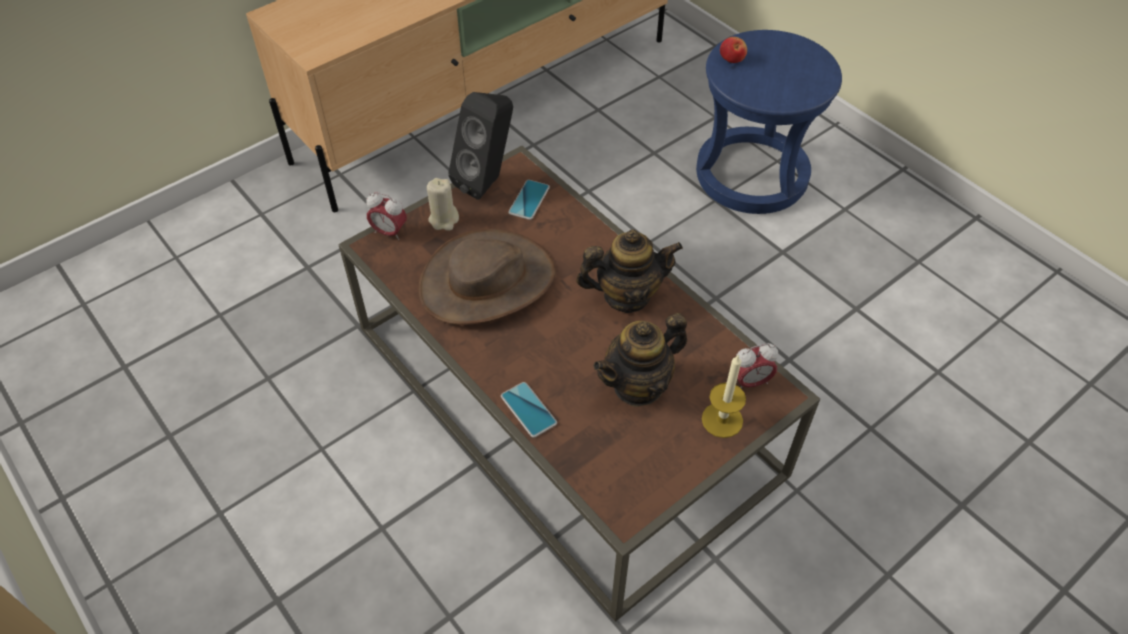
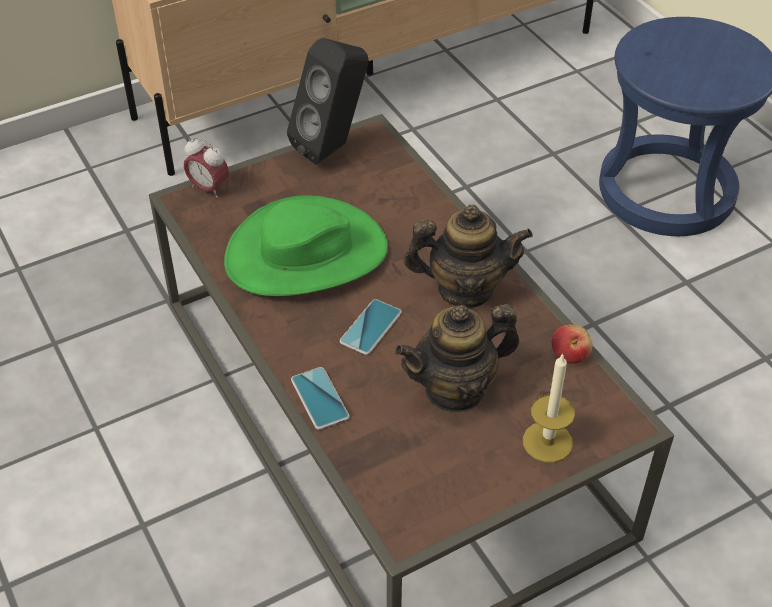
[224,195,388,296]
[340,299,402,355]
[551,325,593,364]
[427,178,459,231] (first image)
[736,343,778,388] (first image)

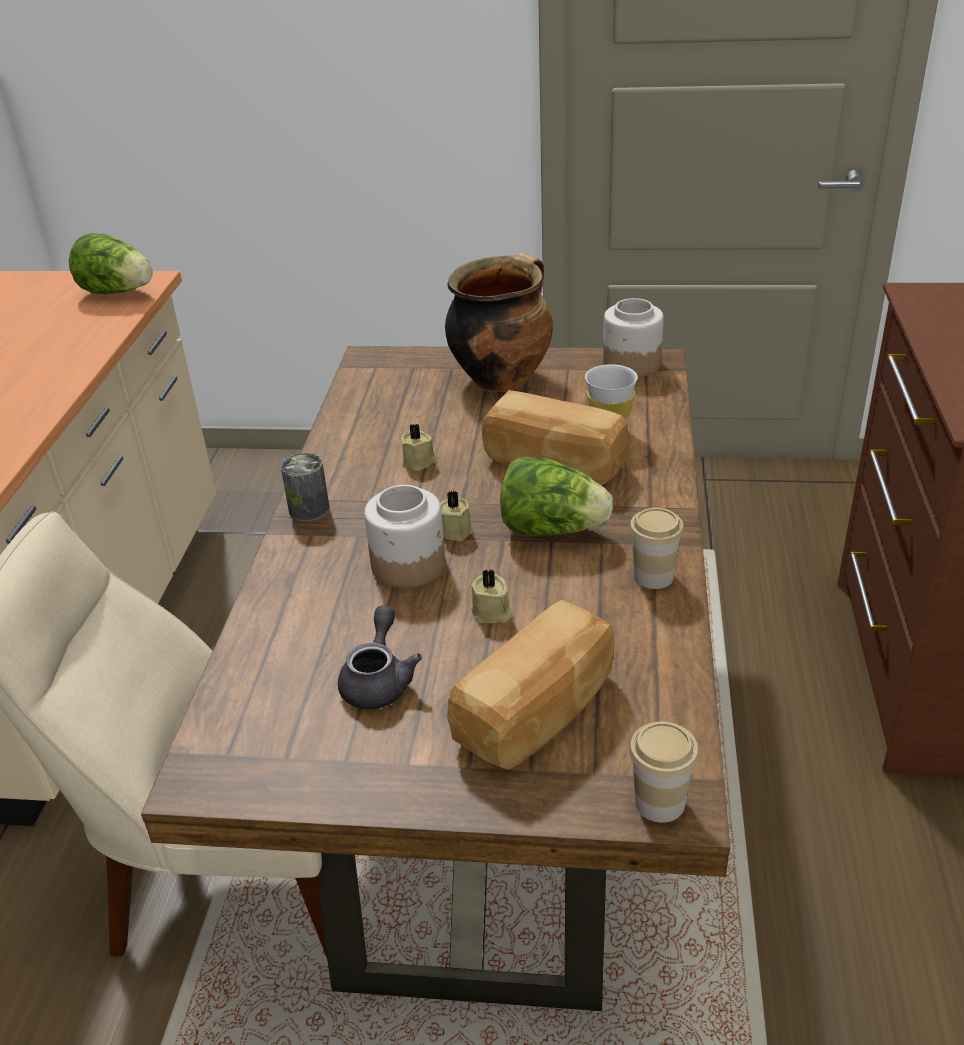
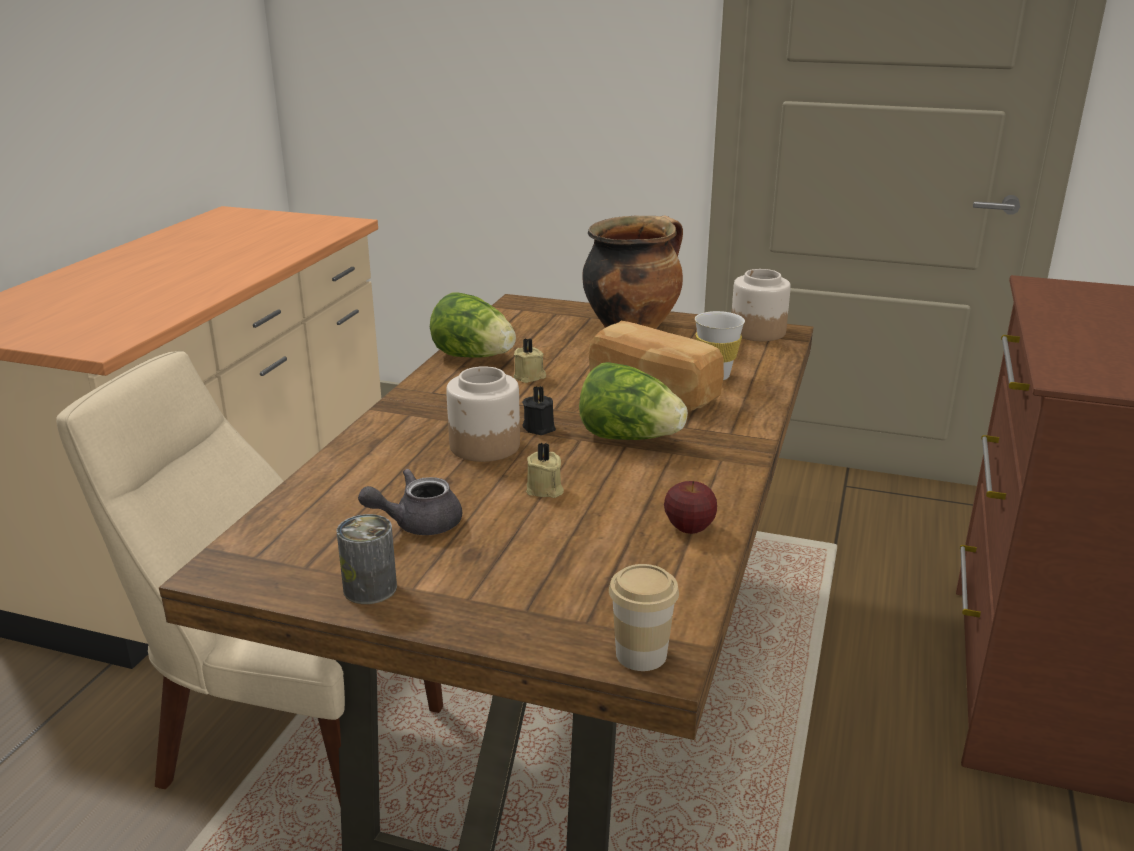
[337,514,397,604]
[358,469,462,535]
[430,293,516,358]
[522,386,556,435]
[664,481,717,534]
[447,600,615,769] (first image)
[629,508,684,589] (first image)

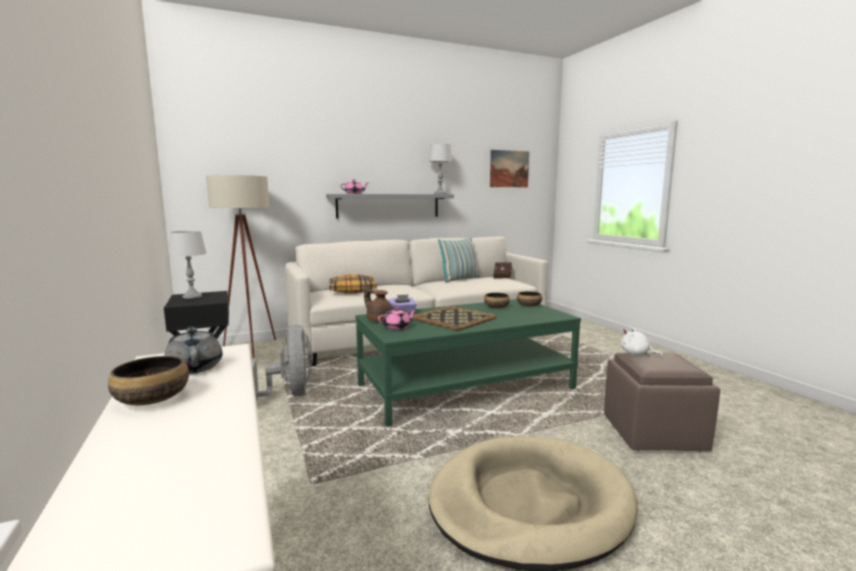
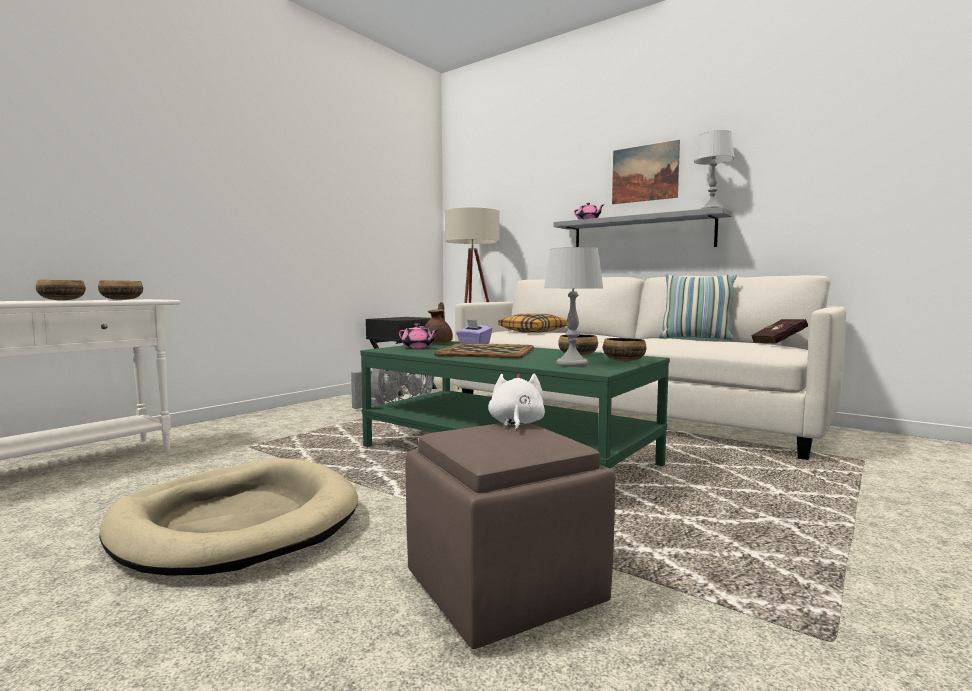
[98,281,143,300]
[544,247,603,367]
[612,140,680,204]

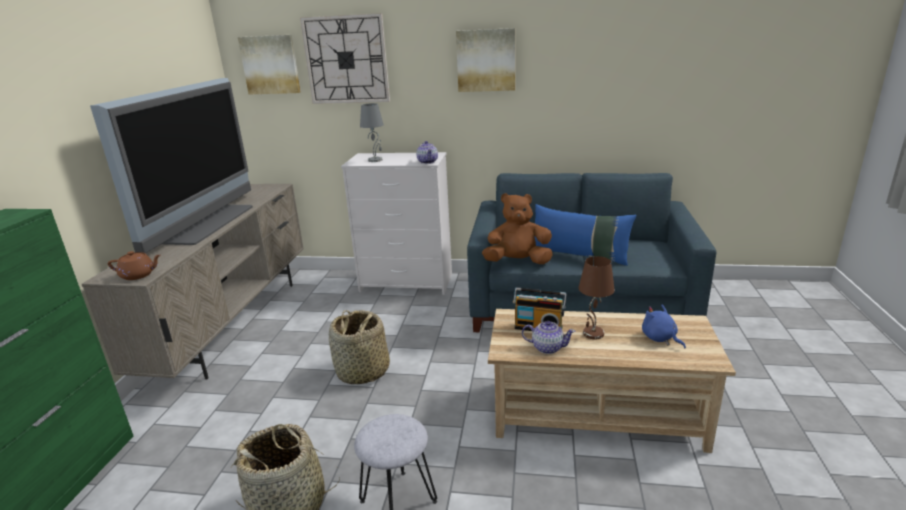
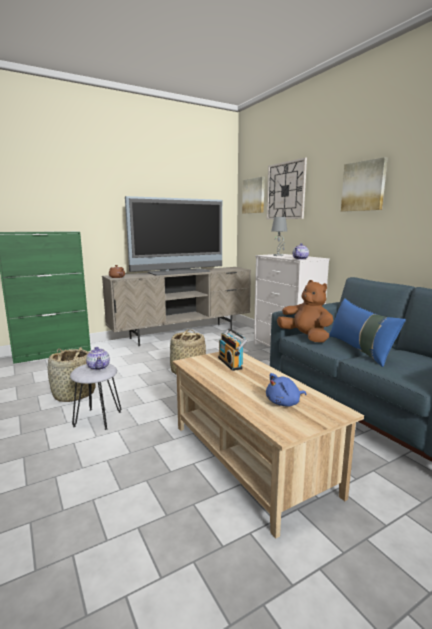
[86,347,110,370]
[266,373,306,407]
[578,256,615,339] (first image)

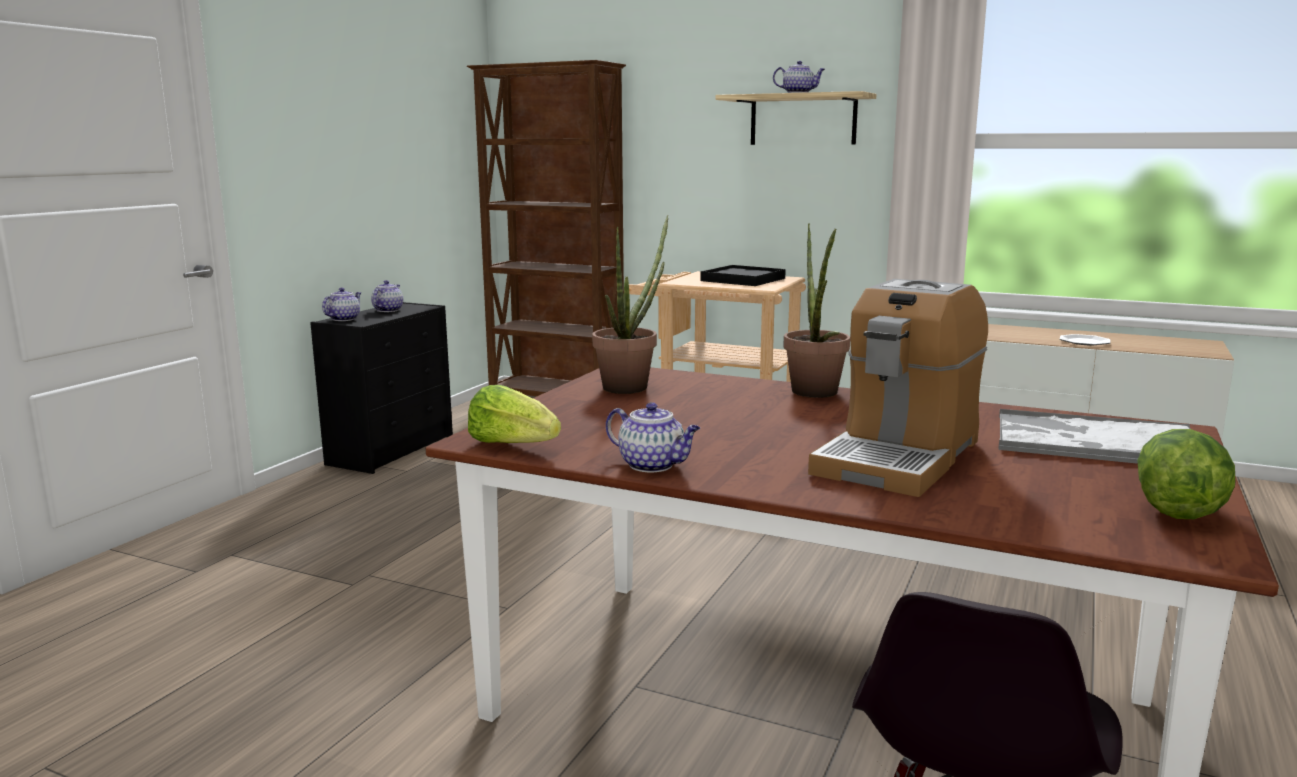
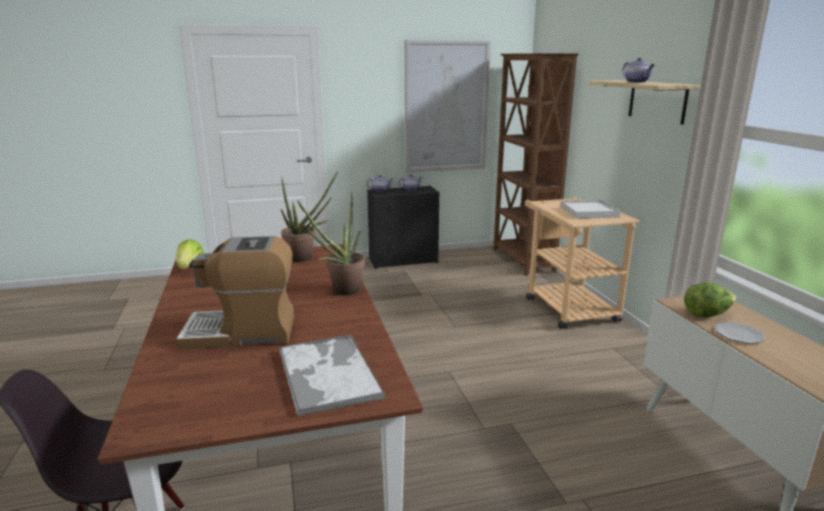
[405,40,491,172]
[561,200,620,219]
[684,282,737,318]
[606,402,700,473] (first image)

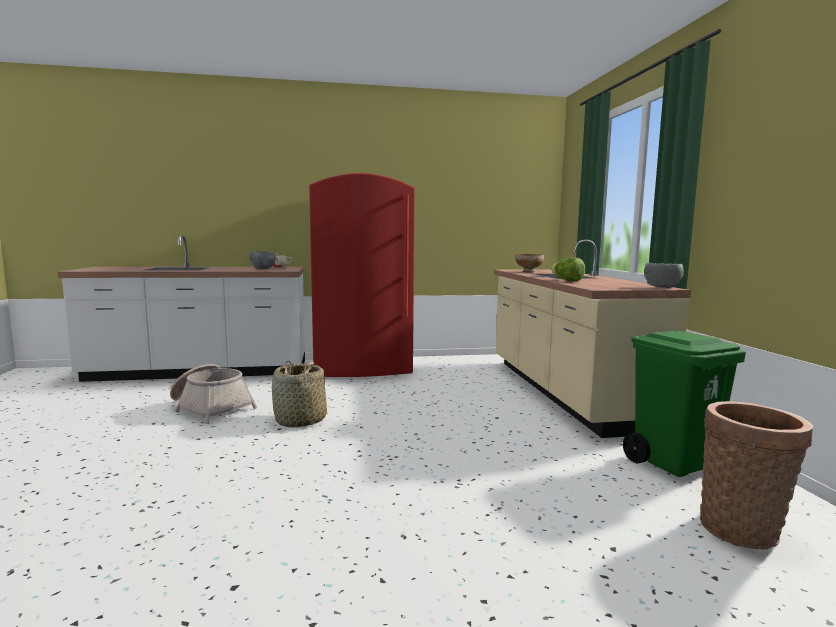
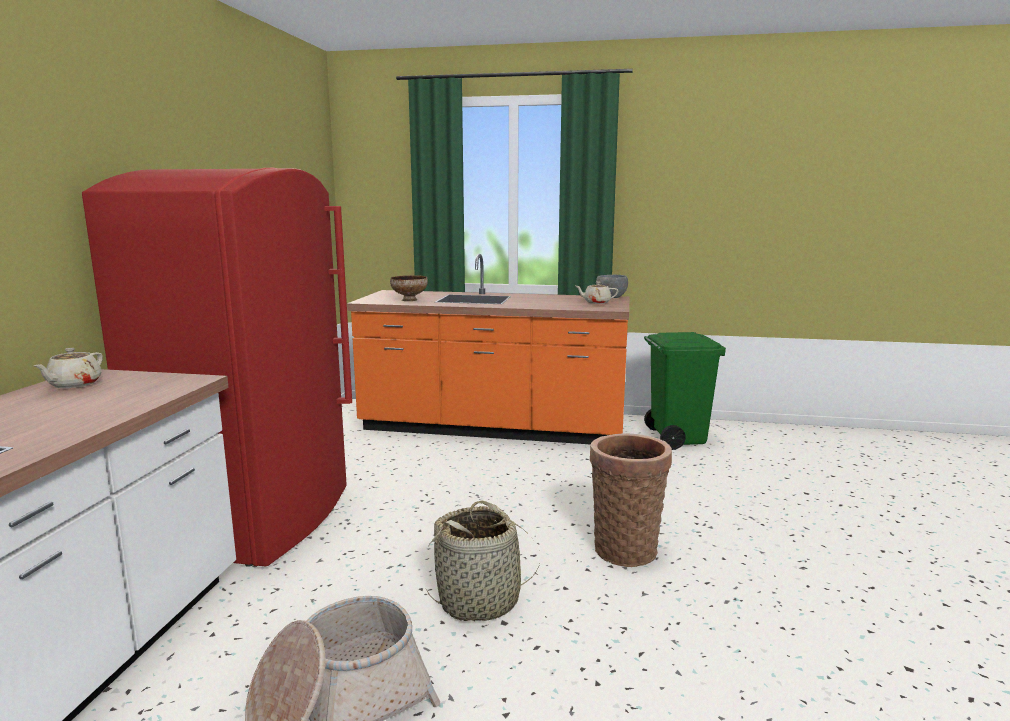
[347,254,630,444]
[576,282,618,304]
[590,434,672,567]
[249,251,276,270] (first image)
[552,257,585,282] (first image)

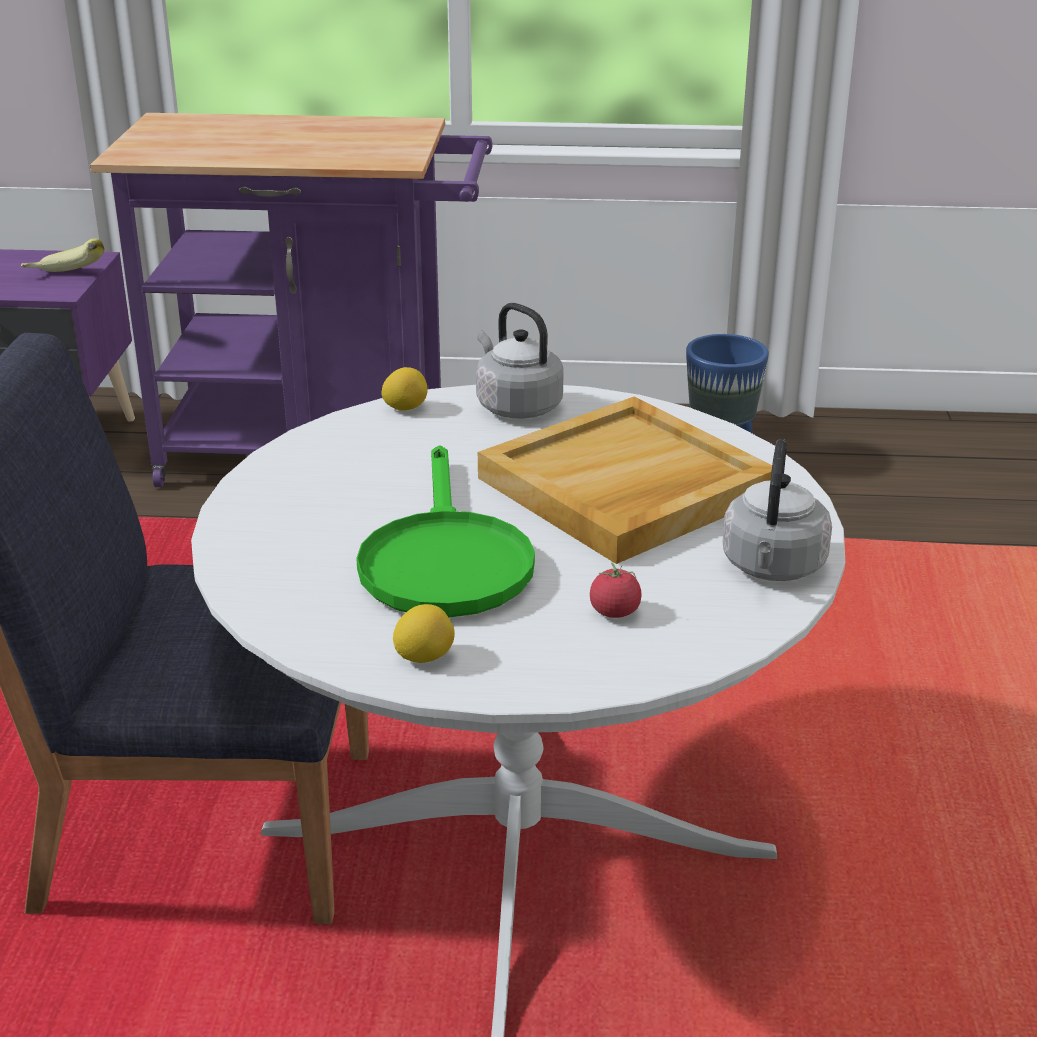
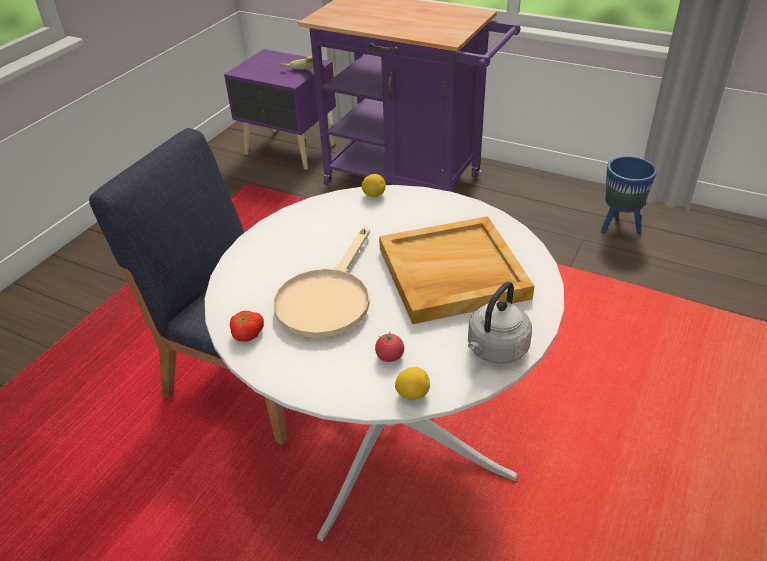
[230,311,264,342]
[273,226,370,338]
[395,367,430,400]
[476,303,564,419] (first image)

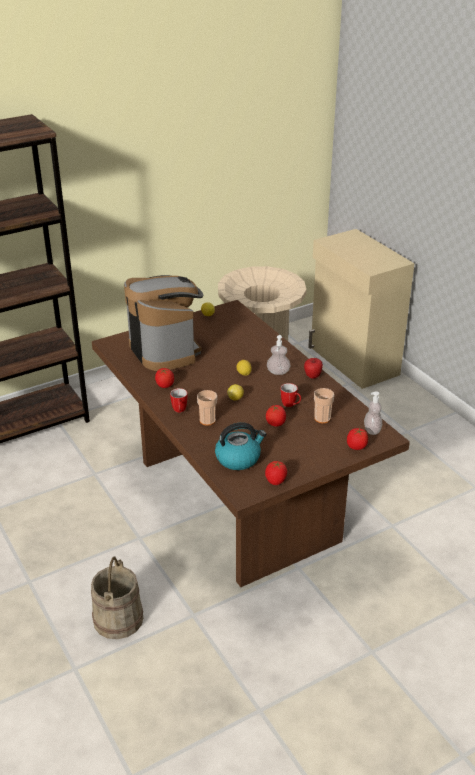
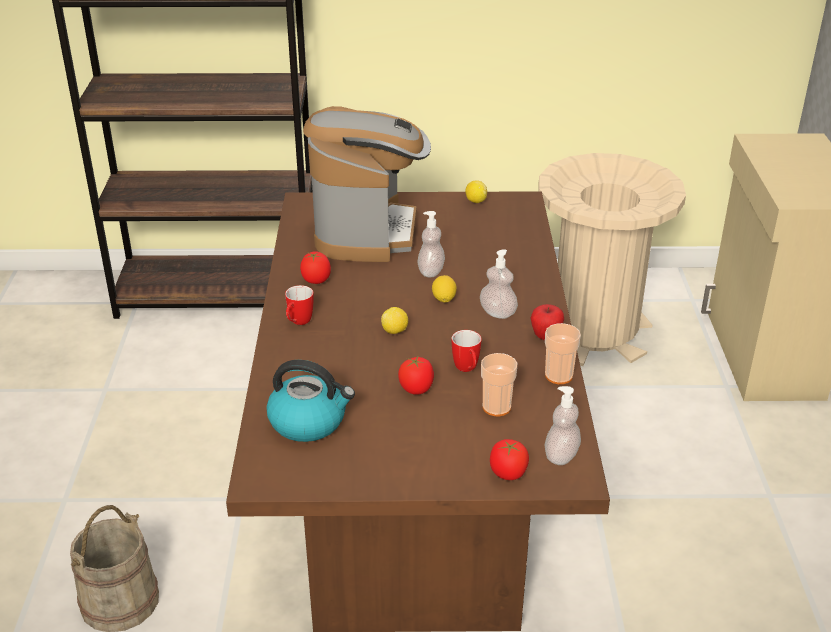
[418,211,445,277]
[545,323,581,384]
[265,461,287,485] (first image)

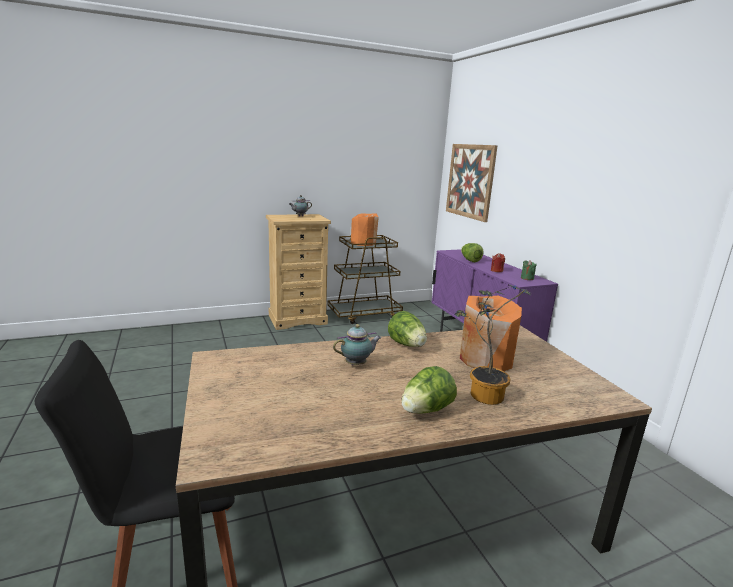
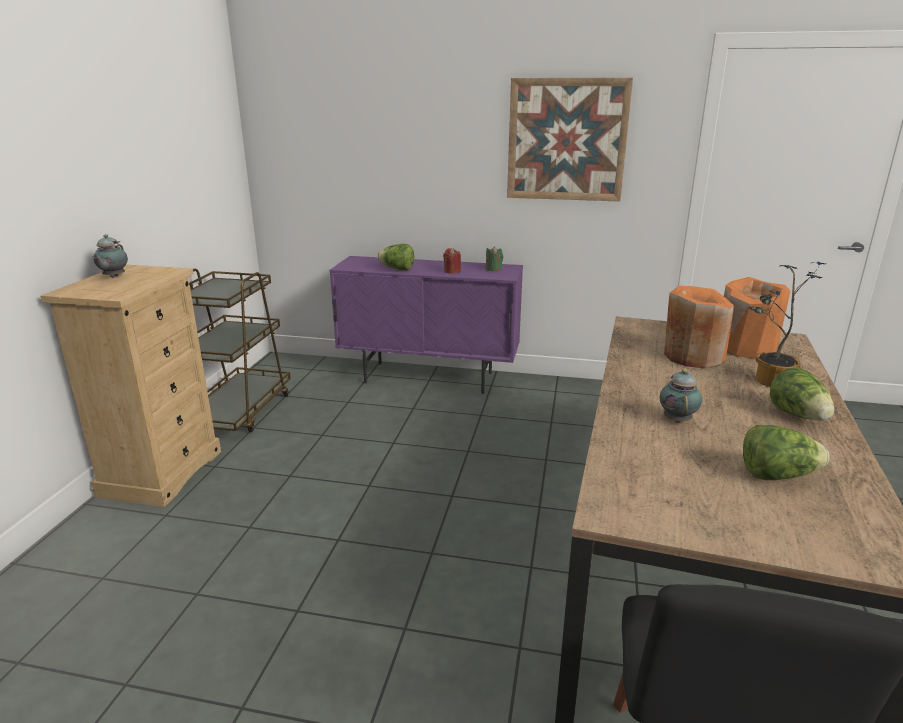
[507,78,633,202]
[724,277,791,359]
[743,425,830,480]

